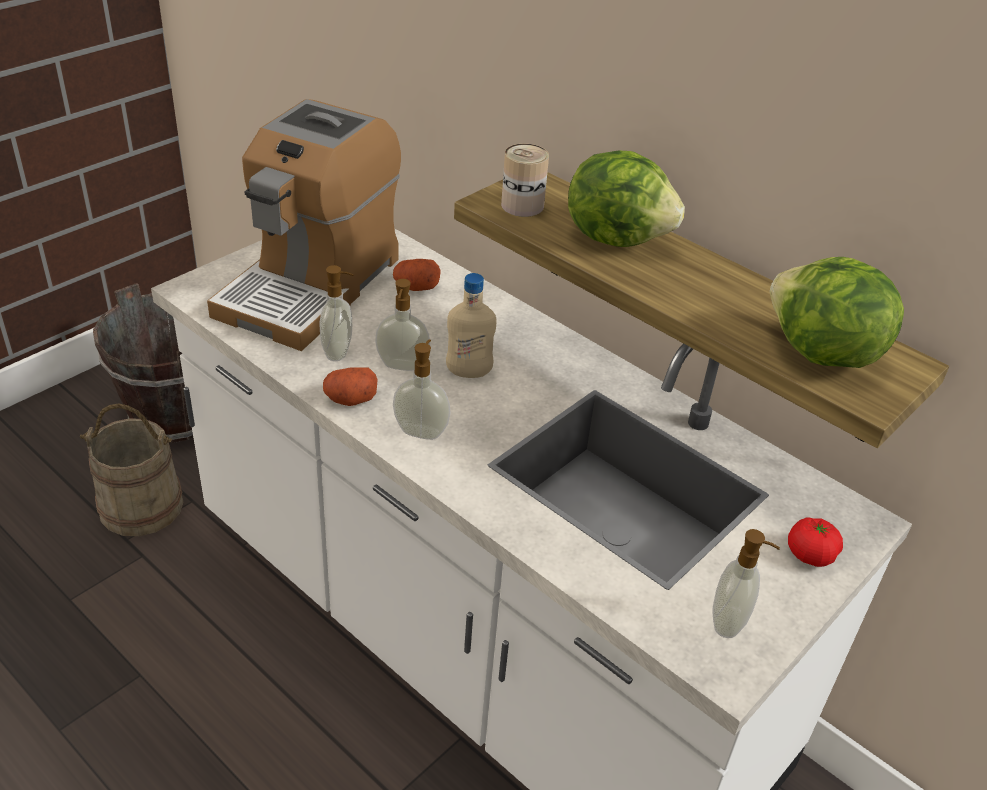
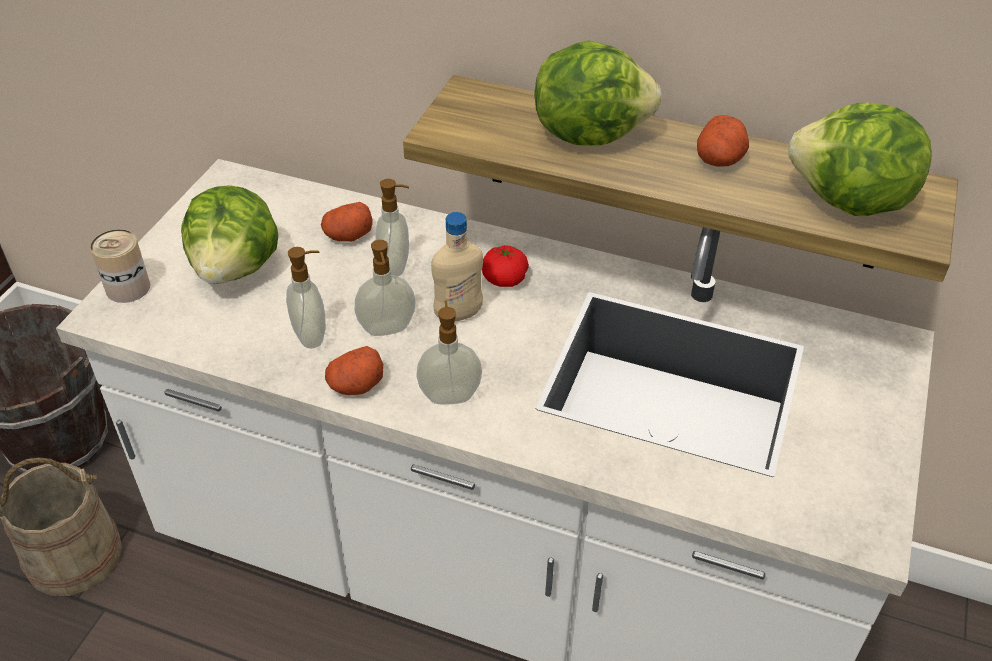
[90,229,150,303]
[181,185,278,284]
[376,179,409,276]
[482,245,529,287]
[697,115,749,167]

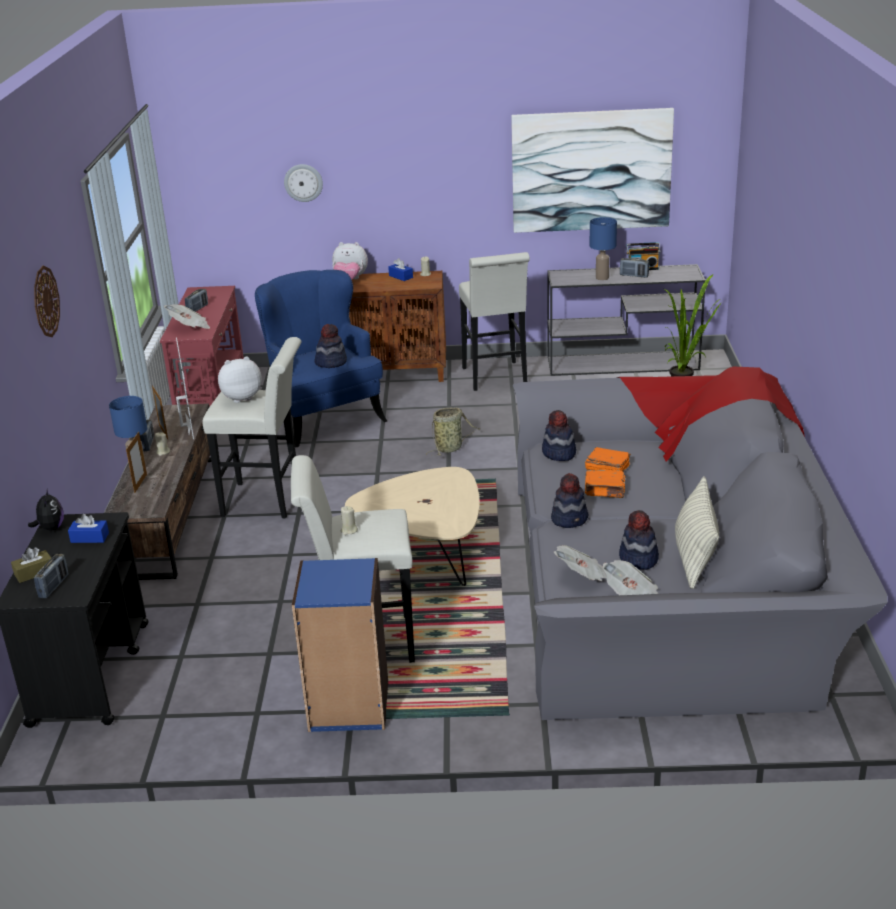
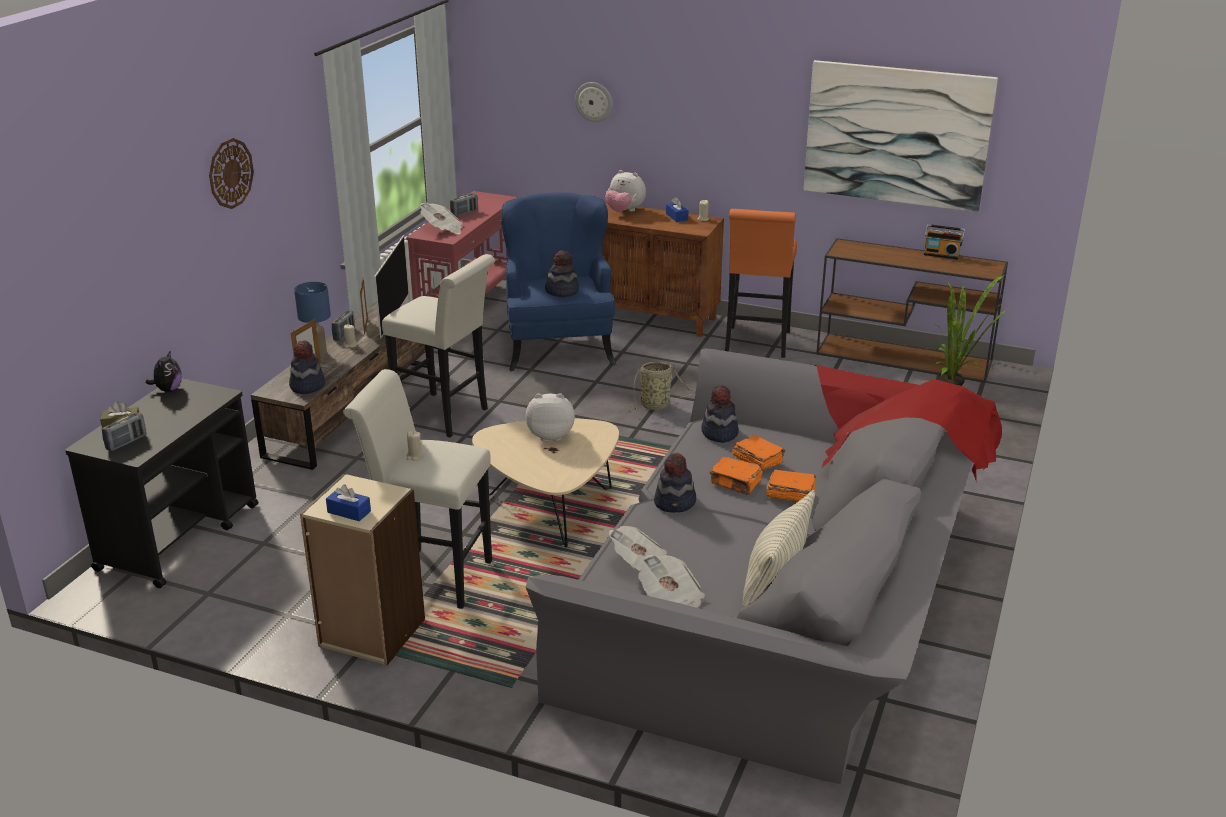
[289,340,325,394]
[300,474,425,666]
[326,485,371,521]
[526,393,575,441]
[725,209,797,358]
[766,469,816,502]
[816,238,1008,383]
[590,217,617,280] (first image)
[620,258,649,278] (first image)

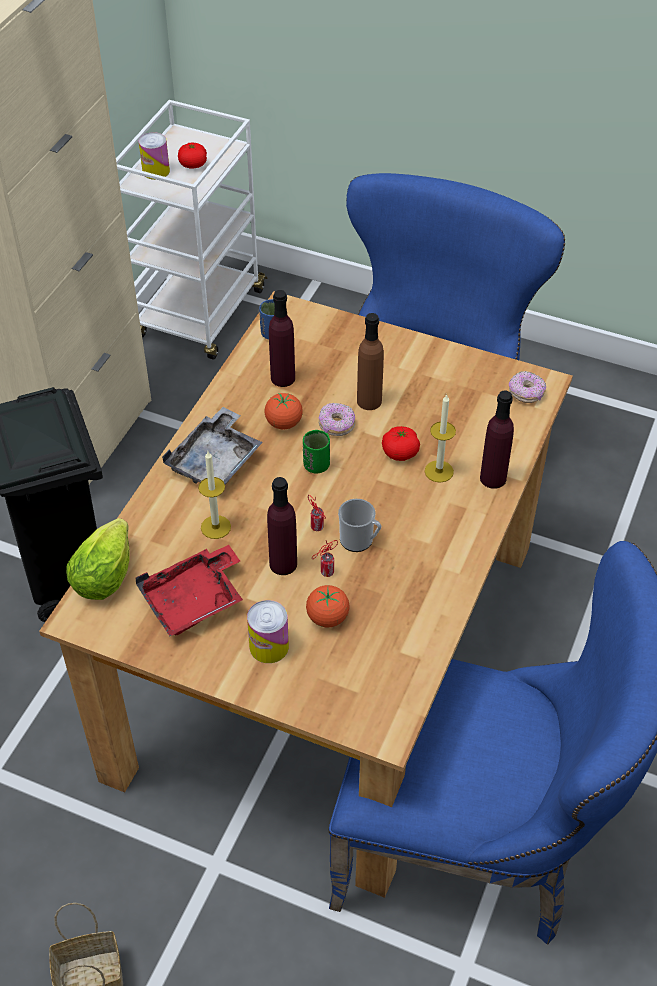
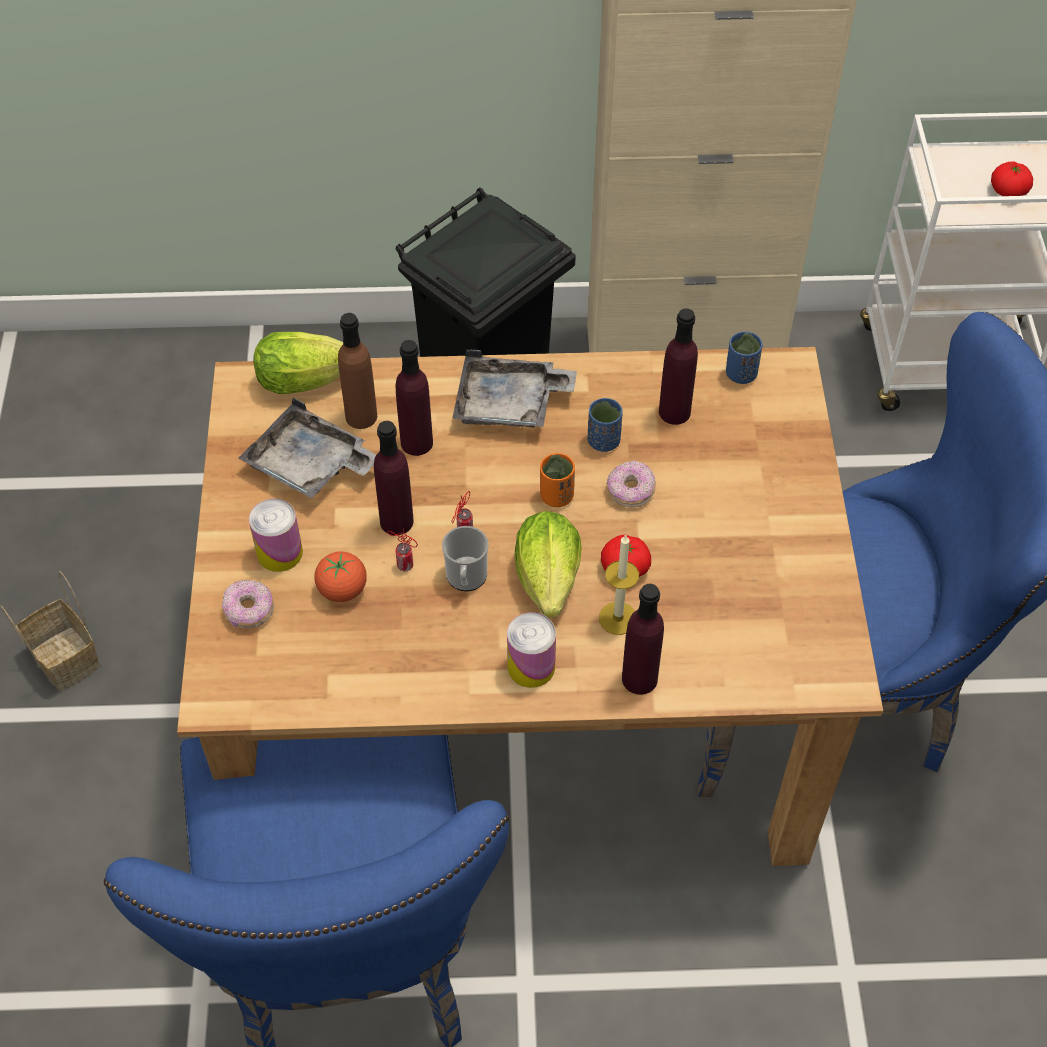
[222,580,274,628]
[238,398,376,498]
[338,313,377,429]
[396,340,433,456]
[507,612,556,688]
[515,511,582,618]
[540,453,575,507]
[588,398,623,452]

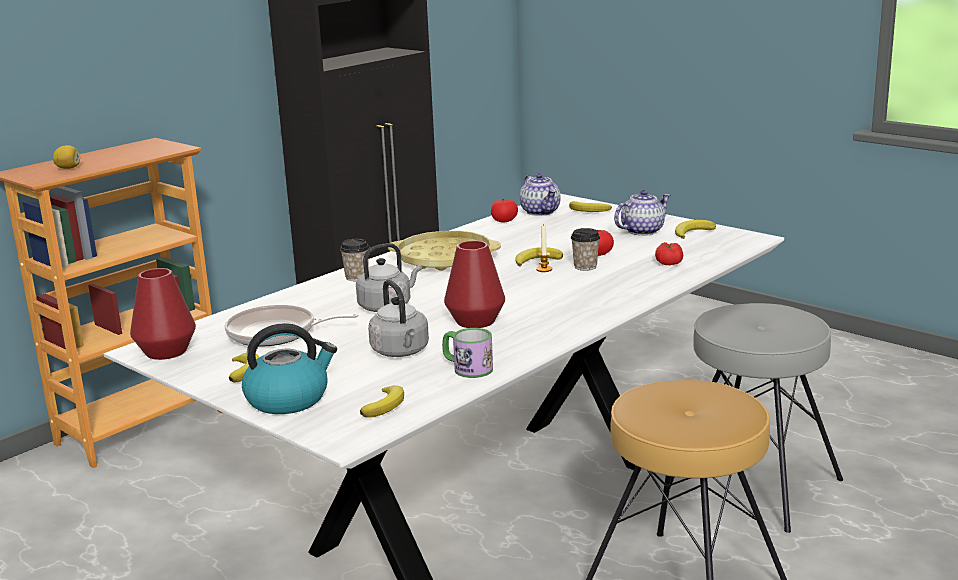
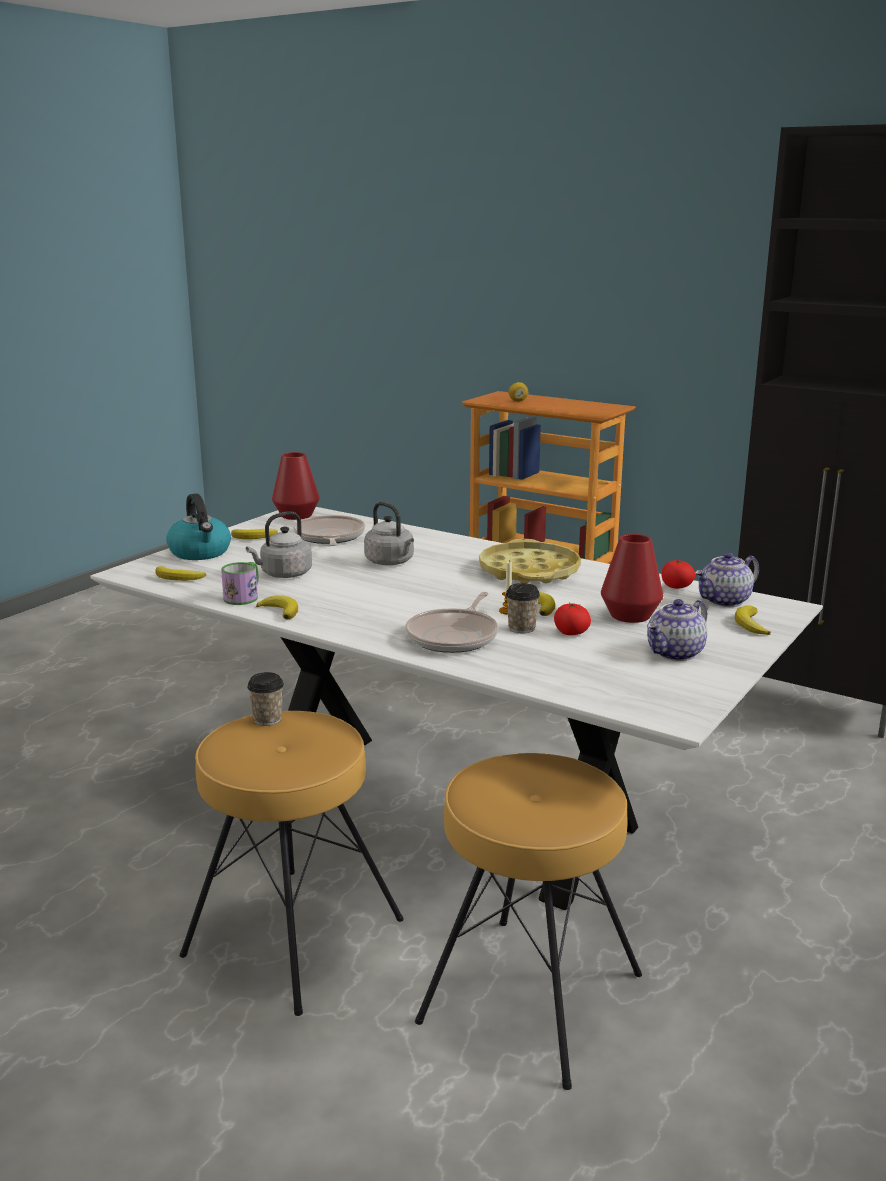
[247,672,284,726]
[256,595,298,619]
[405,592,498,653]
[415,753,642,1090]
[601,534,663,623]
[647,599,707,661]
[655,242,683,265] (first image)

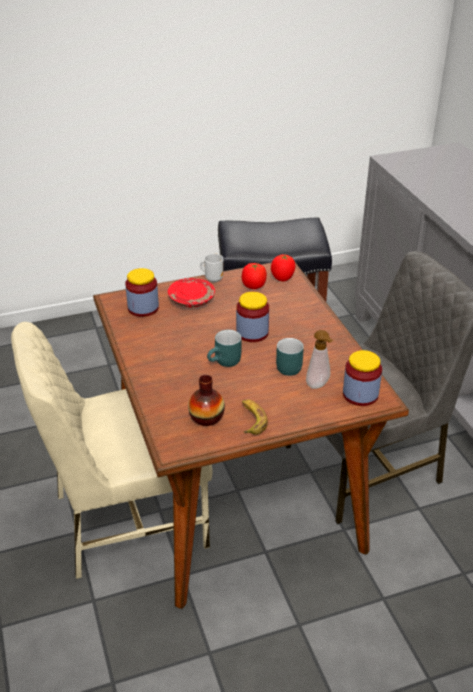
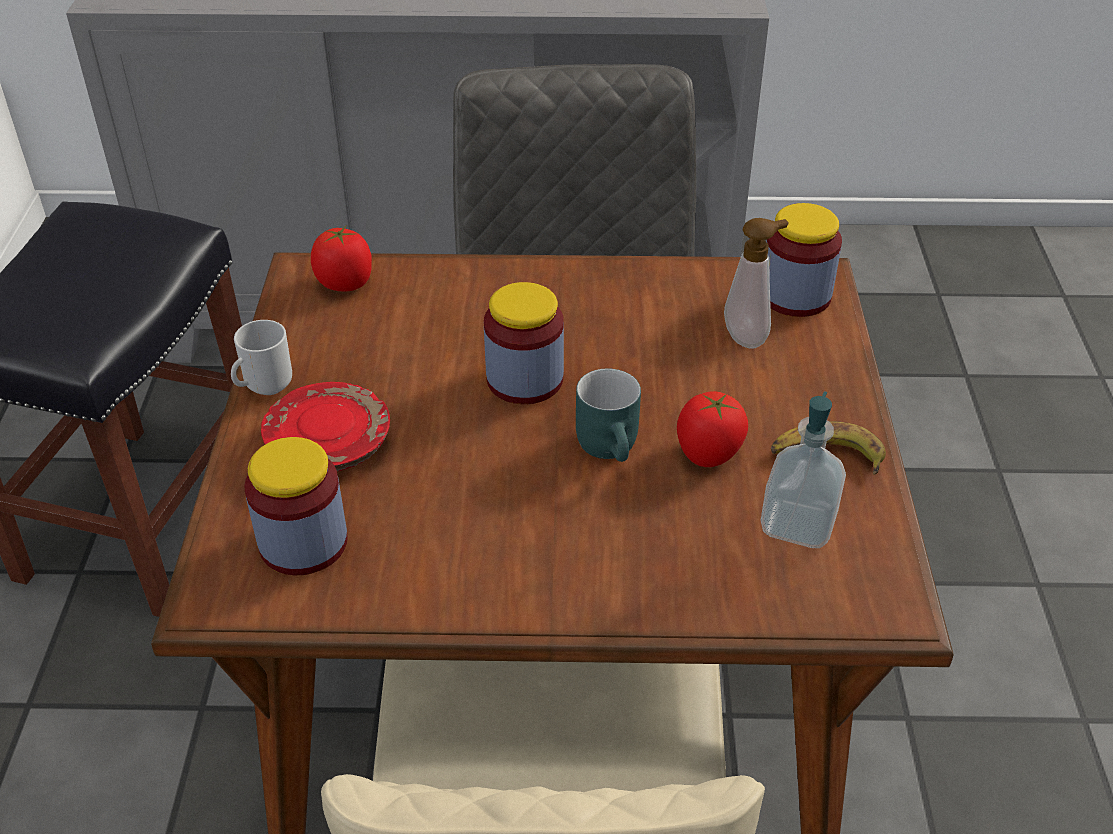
[677,391,748,467]
[761,391,846,548]
[276,338,304,376] (first image)

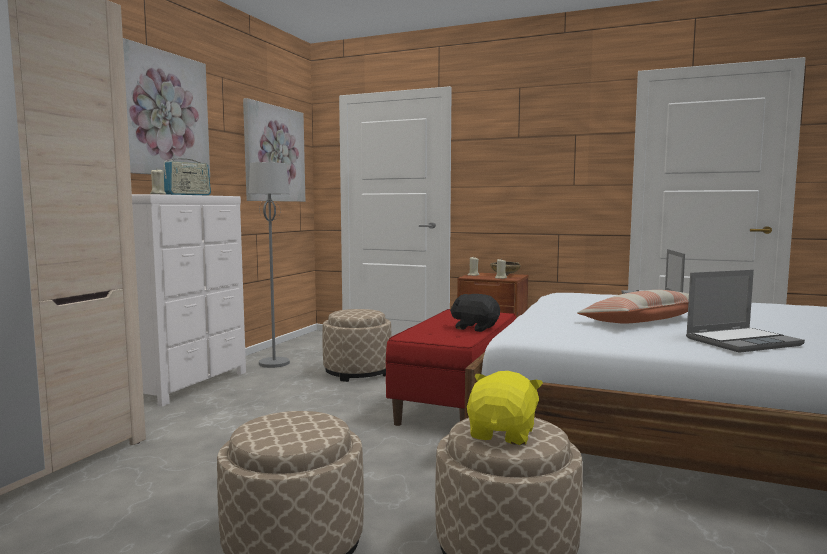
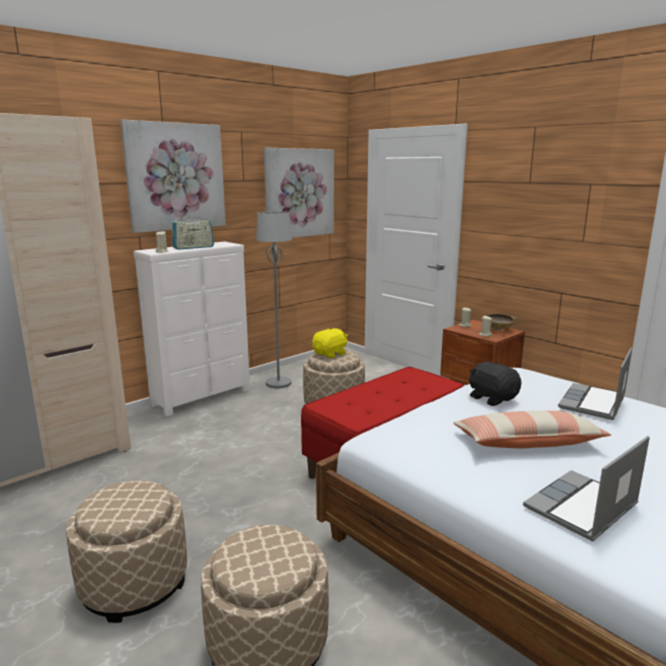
[312,328,348,358]
[469,362,521,406]
[523,436,650,542]

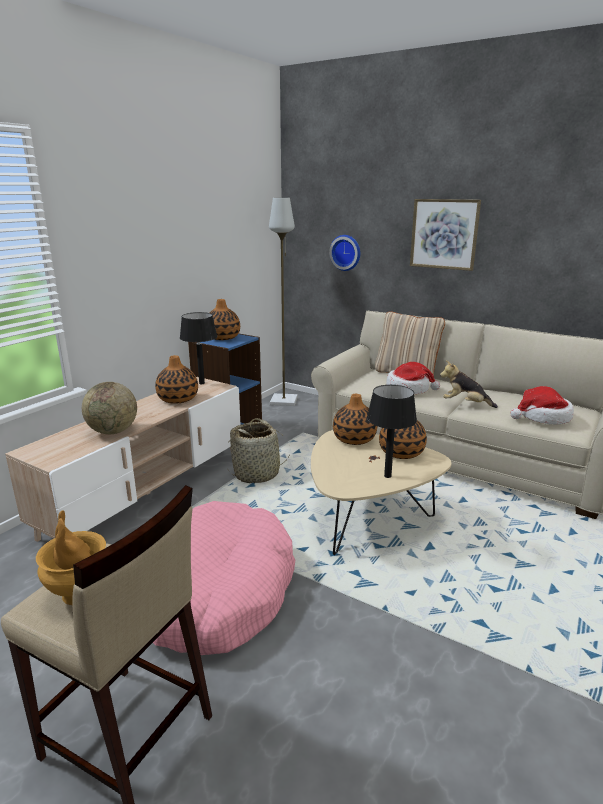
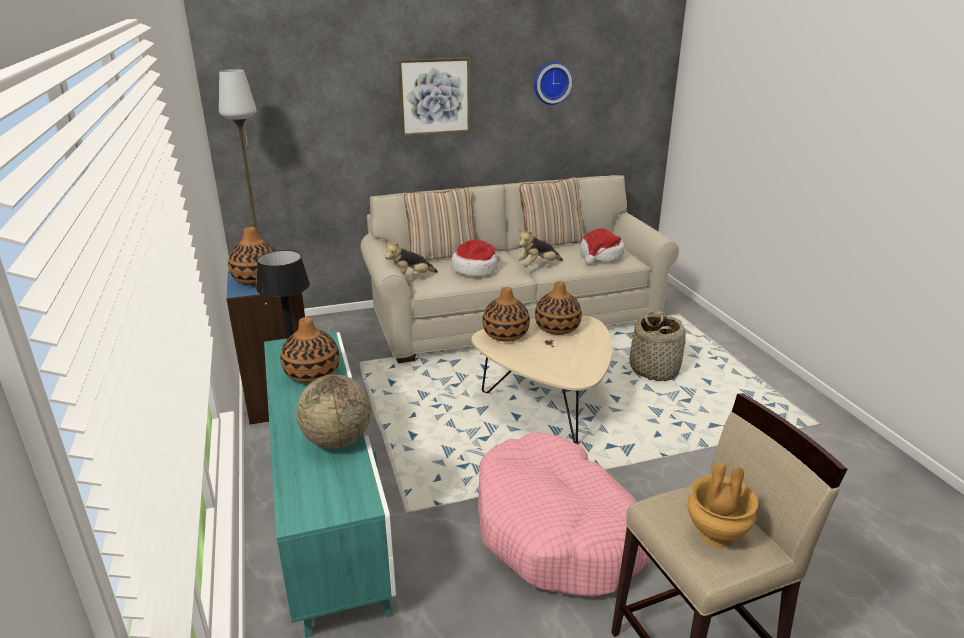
[264,332,396,638]
[385,241,438,274]
[519,177,585,246]
[534,62,572,105]
[629,311,686,381]
[367,385,417,478] (first image)

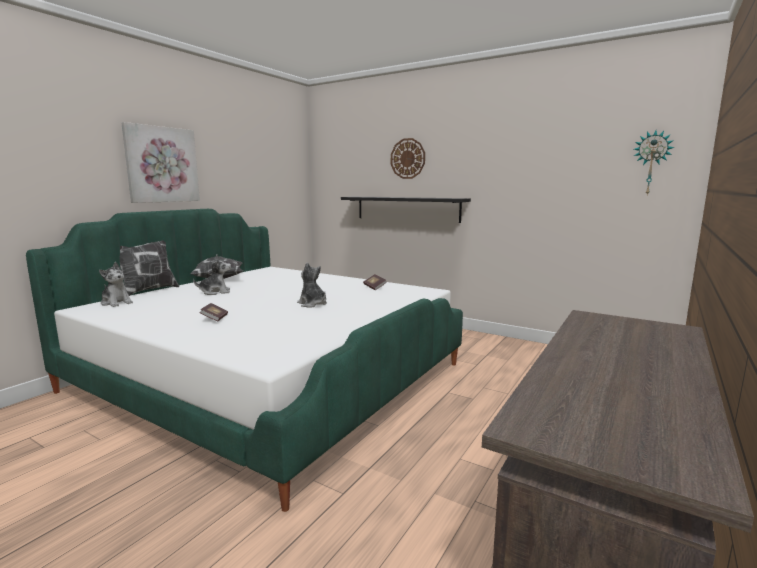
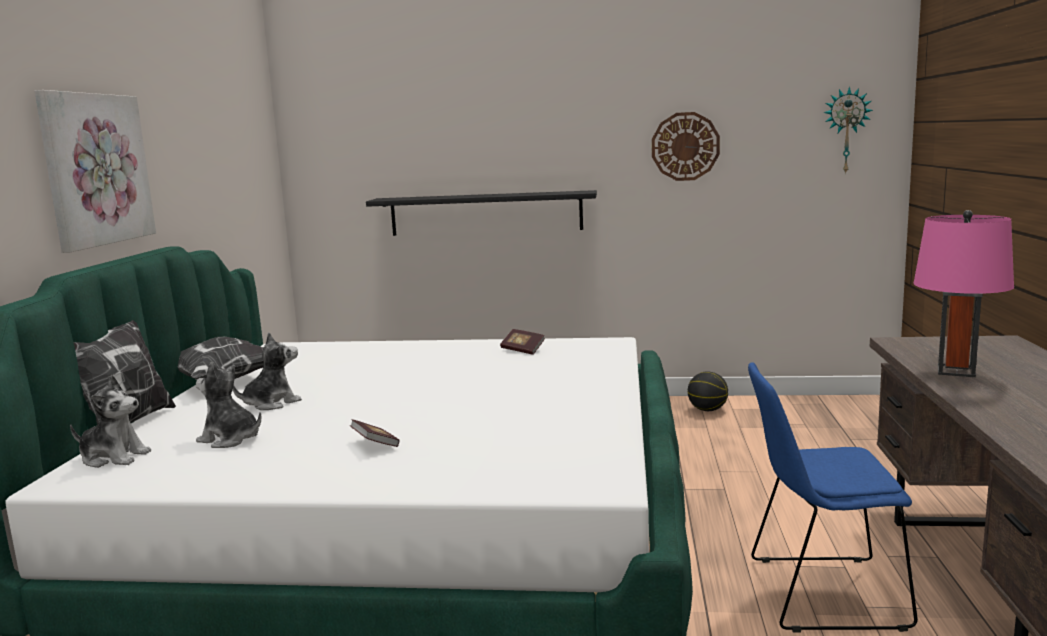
[196,362,261,448]
[652,112,720,181]
[688,371,728,411]
[748,362,918,632]
[913,210,1014,377]

